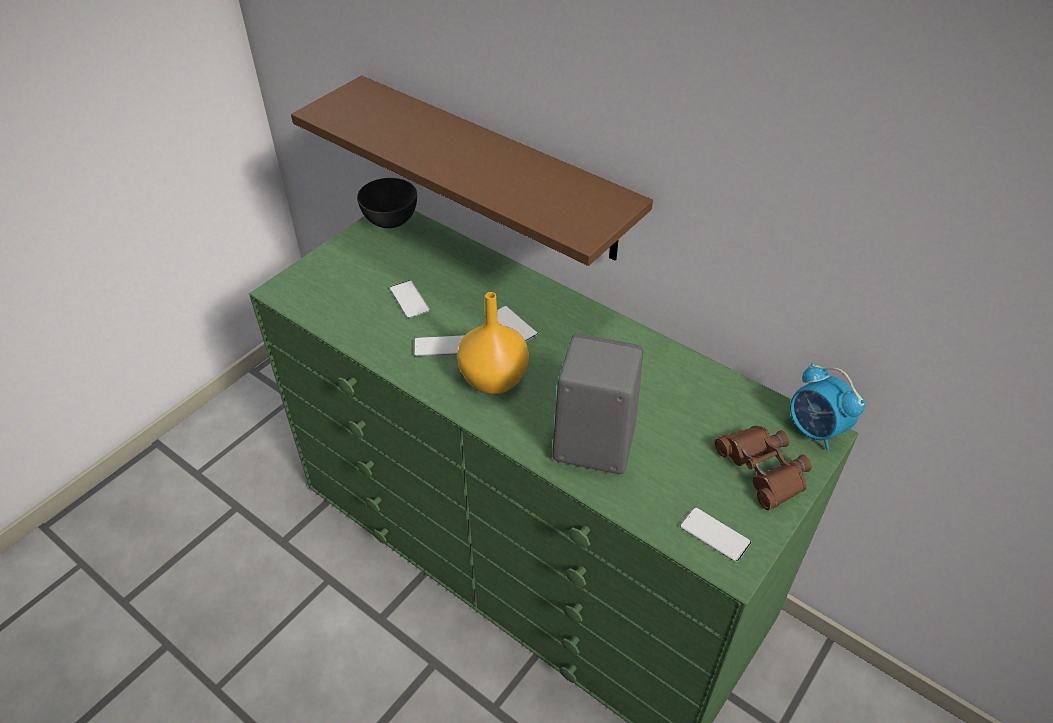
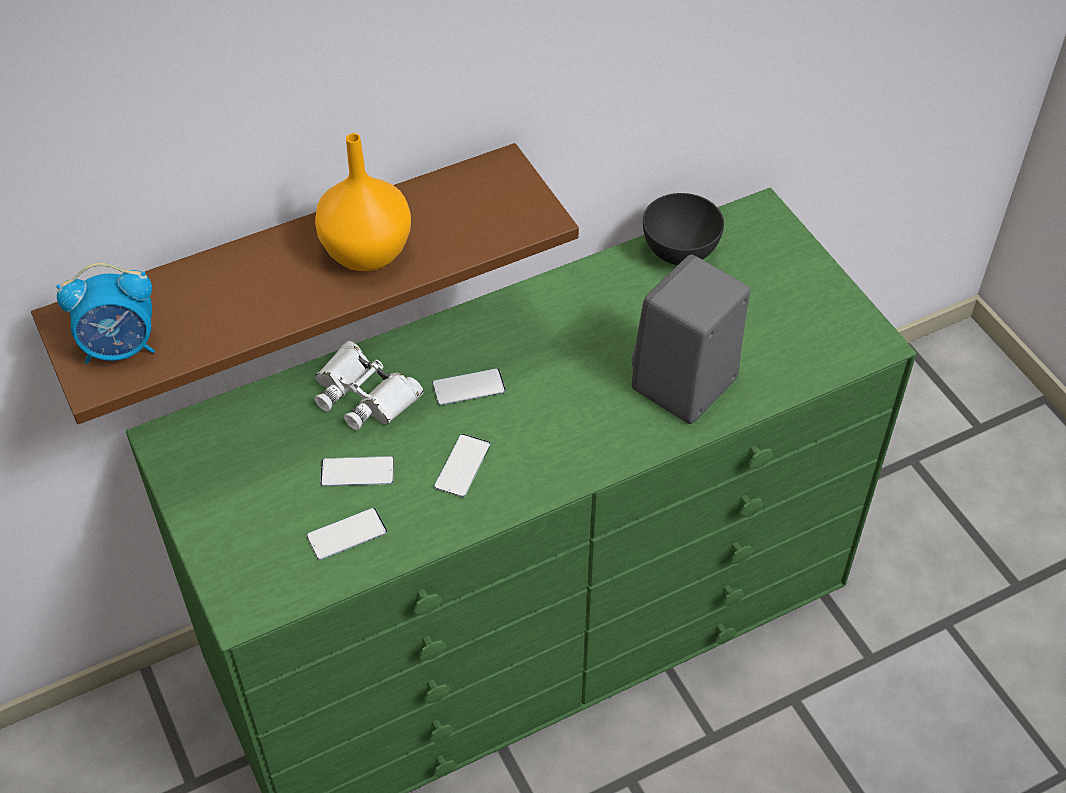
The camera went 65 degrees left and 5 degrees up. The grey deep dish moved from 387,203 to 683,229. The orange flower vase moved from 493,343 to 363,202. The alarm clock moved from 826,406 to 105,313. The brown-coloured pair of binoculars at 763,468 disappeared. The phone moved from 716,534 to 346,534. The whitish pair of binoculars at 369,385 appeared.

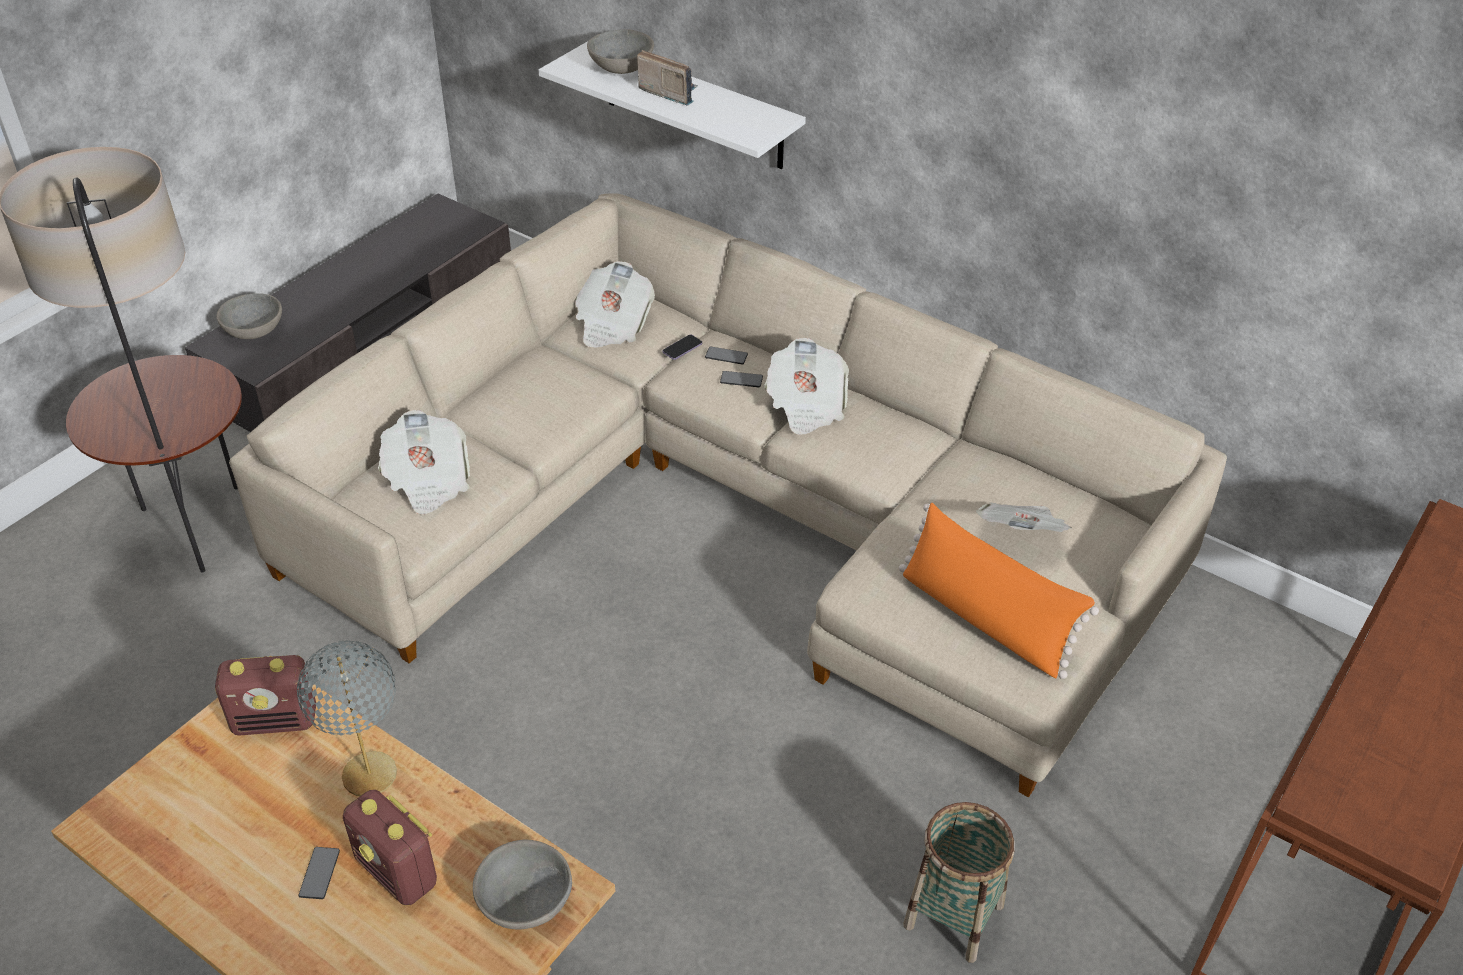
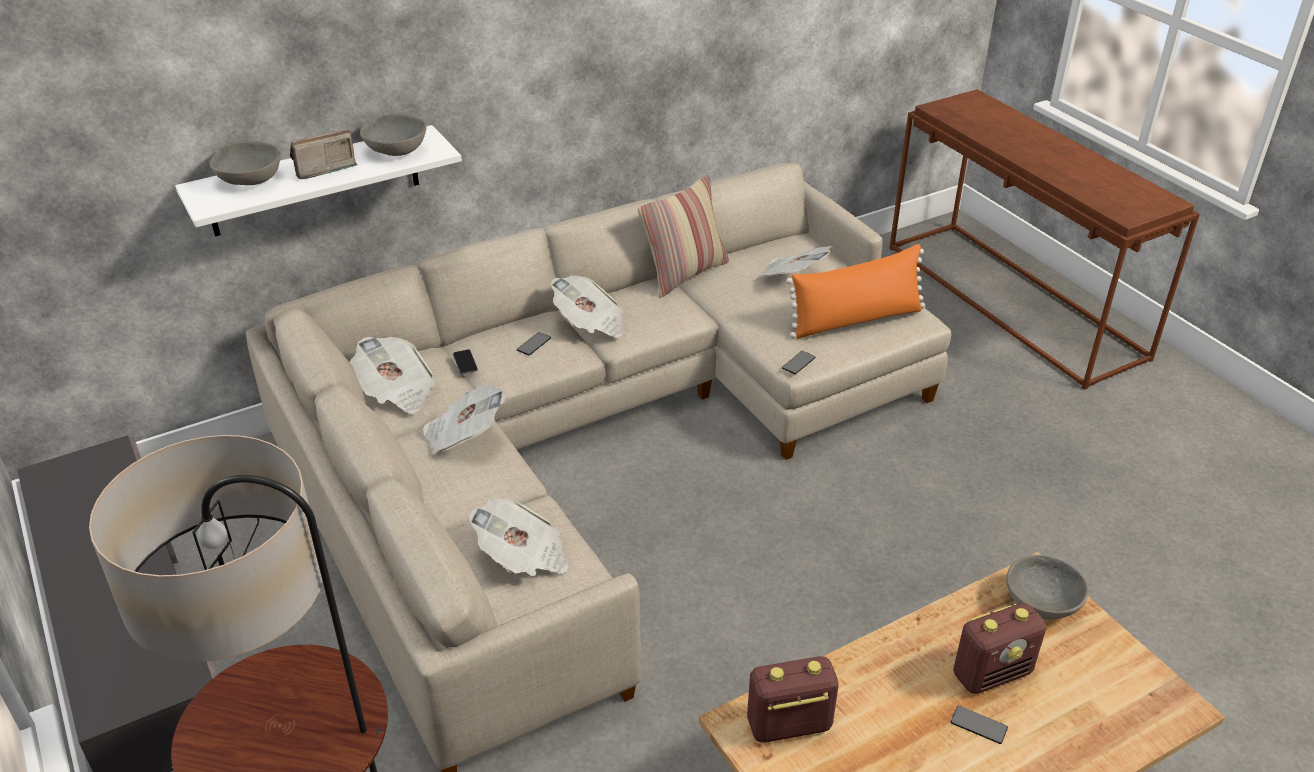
The camera went 65 degrees left and 5 degrees down. The grey deep dish moved from 249,316 to 393,135. The phone moved from 726,355 to 798,362. The grey lamp for a table at 347,718 disappeared. The radio at 265,695 turned 120 degrees counterclockwise. The basket at 958,882 disappeared. The throw pillow at 683,236 appeared. The daily paper at 464,418 appeared.

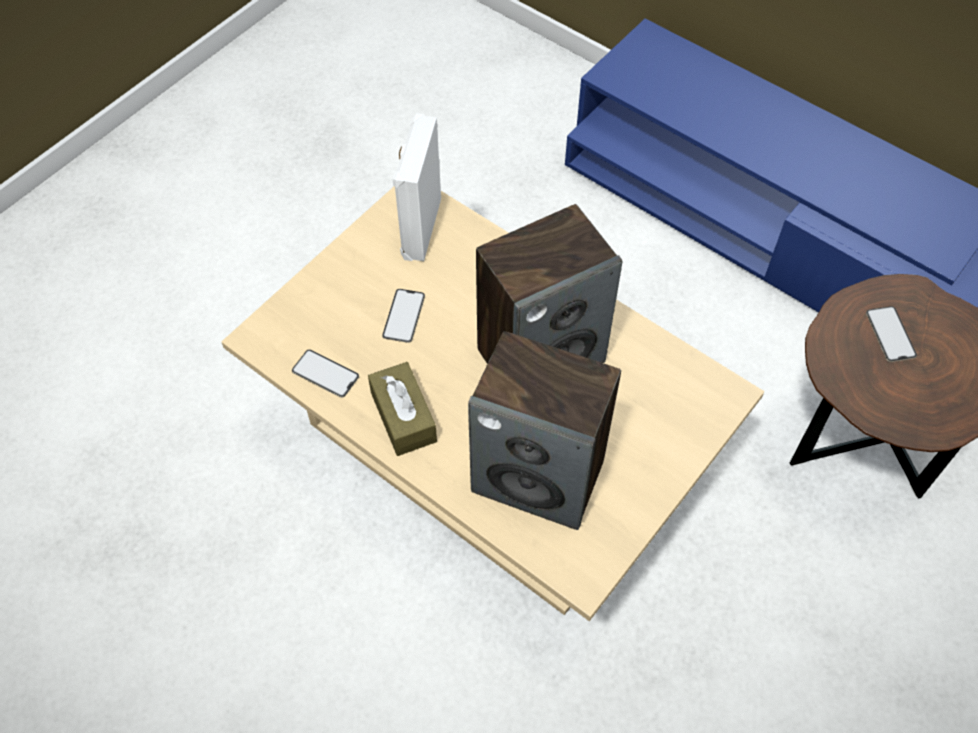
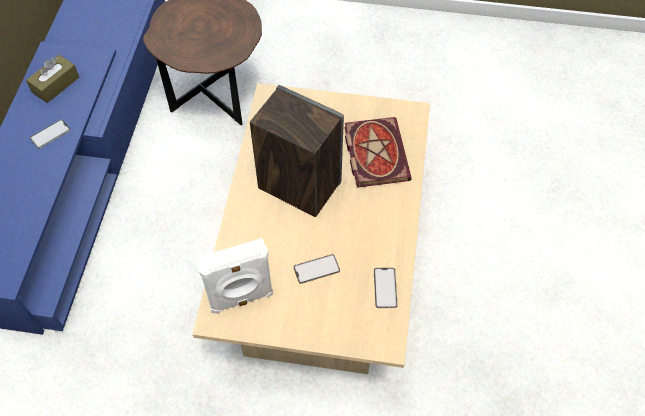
The camera went 120 degrees left and 0 degrees up. The phone moved from 891,334 to 50,134. The audio speaker at 544,430 was replaced by the bound book at 378,152. The brown-coloured tissue box moved from 402,409 to 52,79.

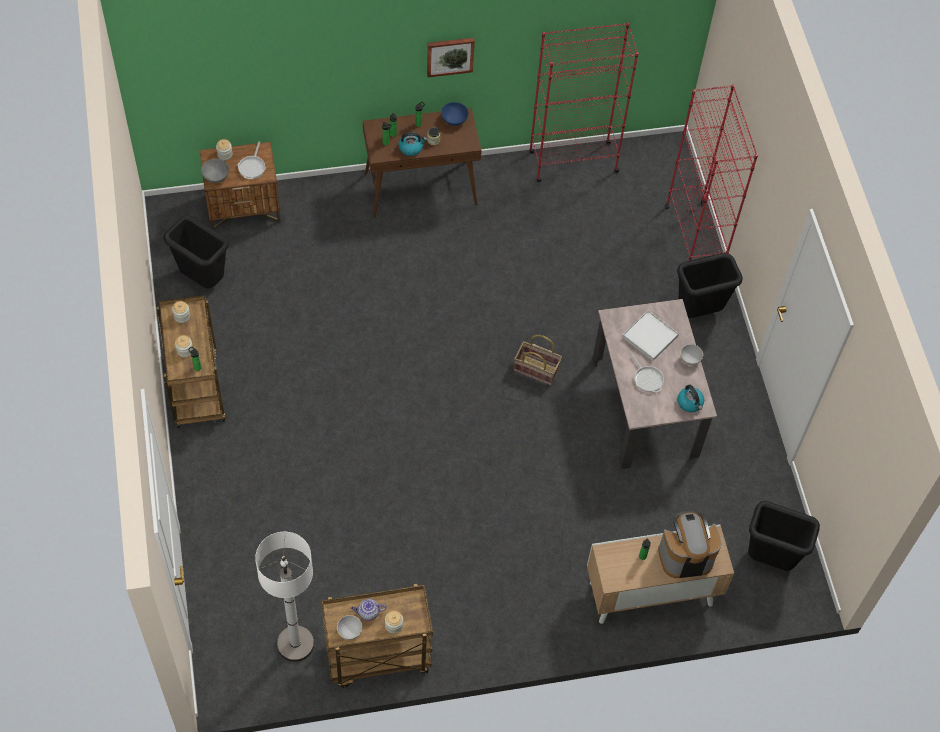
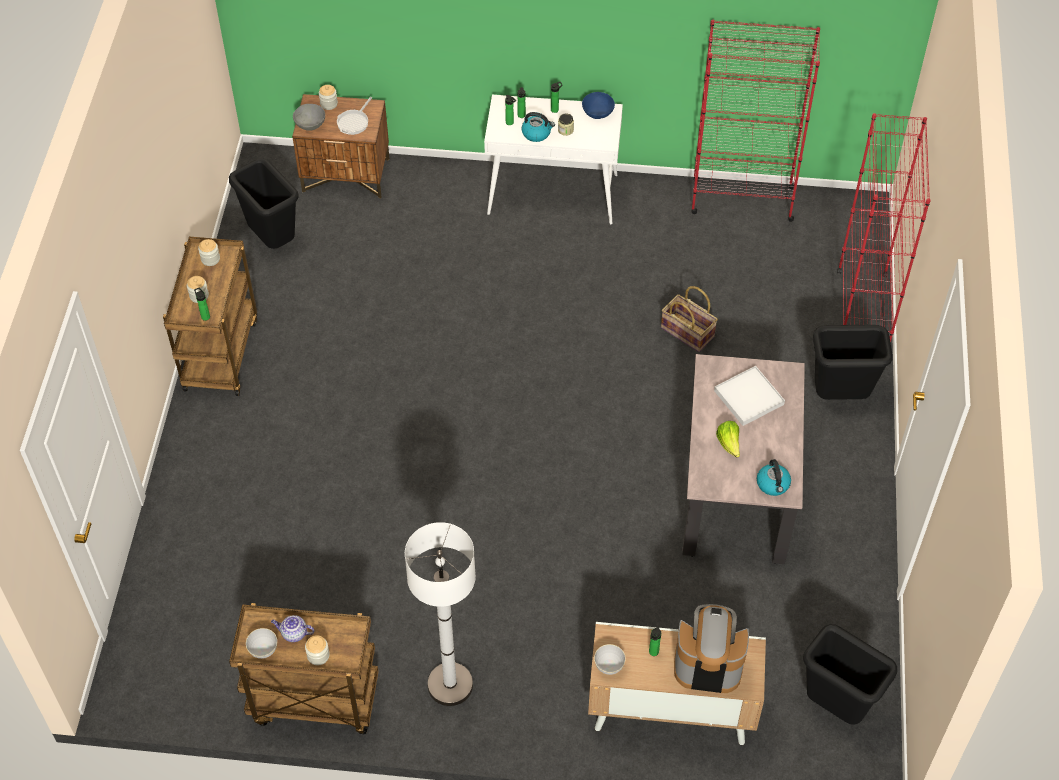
The camera went 20 degrees right and 5 degrees down. The wall picture at 451,57 disappeared. The brown-coloured console table at 422,163 became the whitish console table at 553,159. The basket moved from 538,360 to 689,319. The grey deep dish moved from 692,355 to 610,659. The pan at 646,372 was replaced by the lettuce head at 728,439. The whitish floor lamp moved from 284,597 to 440,614.

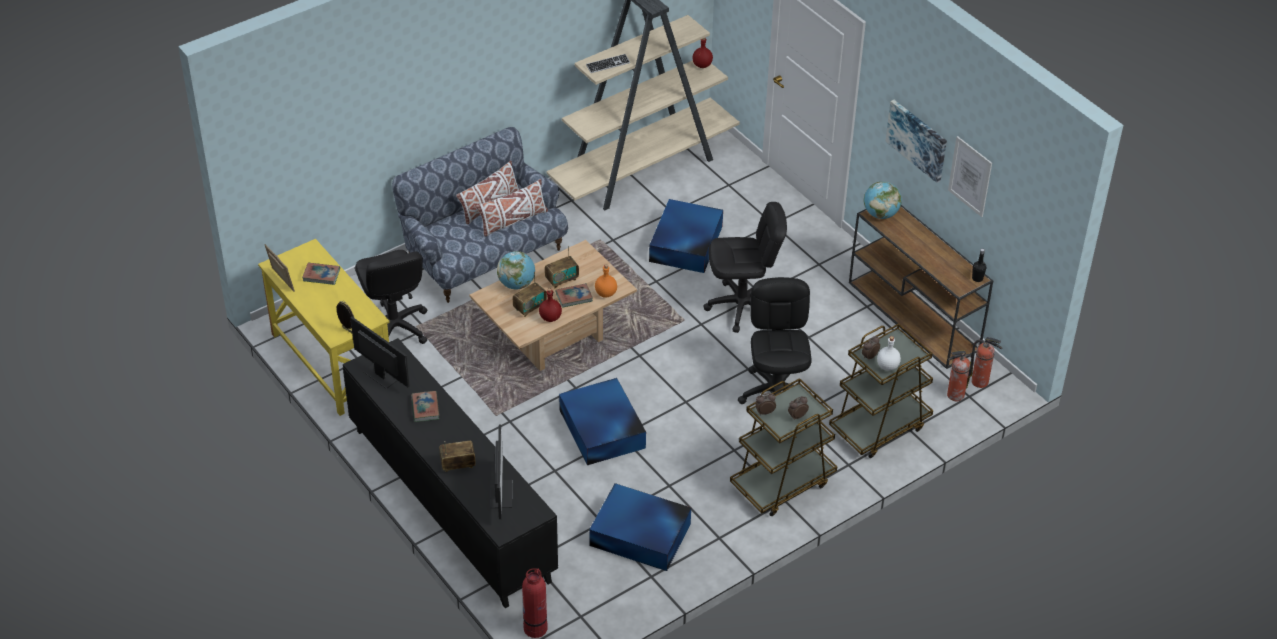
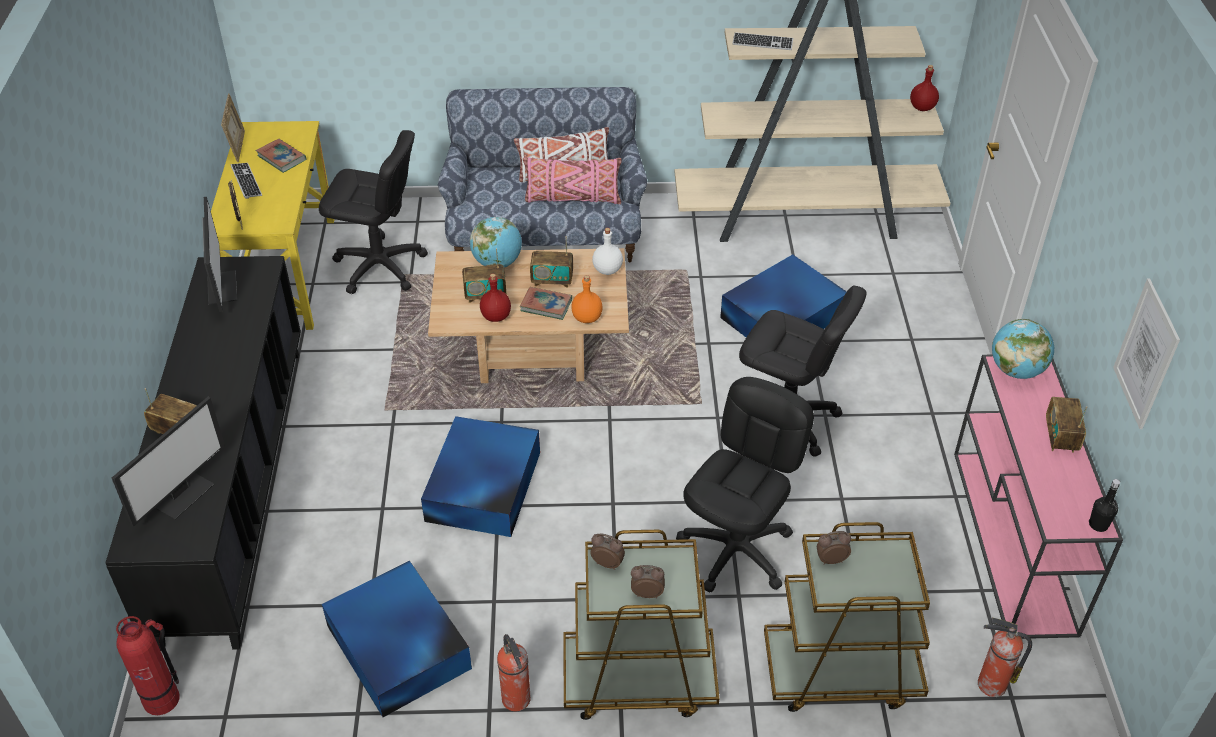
The camera went 35 degrees right and 0 degrees up. The wall picture at 916,141 disappeared. The whitish throw pillow at 512,207 became the pink throw pillow at 572,180. The brown-coloured console table at 921,287 became the pink console table at 1038,497. The black desk chair at 391,297 turned 90 degrees counterclockwise. The whitish drink bottle moved from 889,353 to 607,251. The fire-fighting cylinder moved from 986,362 to 514,672. The bound book at 425,406 disappeared. The PC keyboard at 246,181 appeared. The radio at 1066,425 appeared.

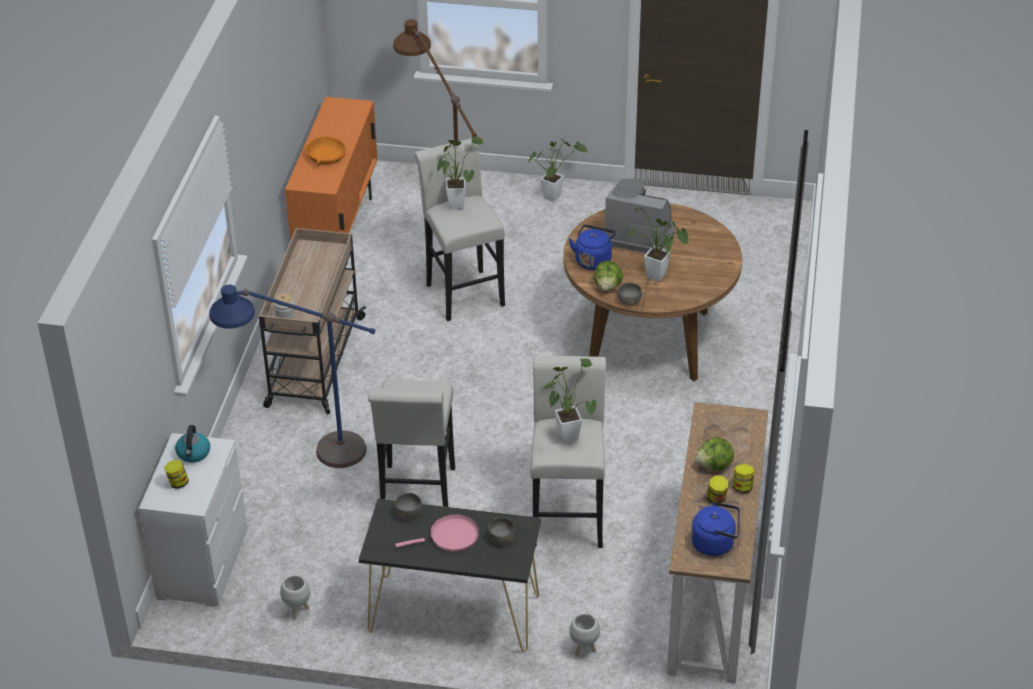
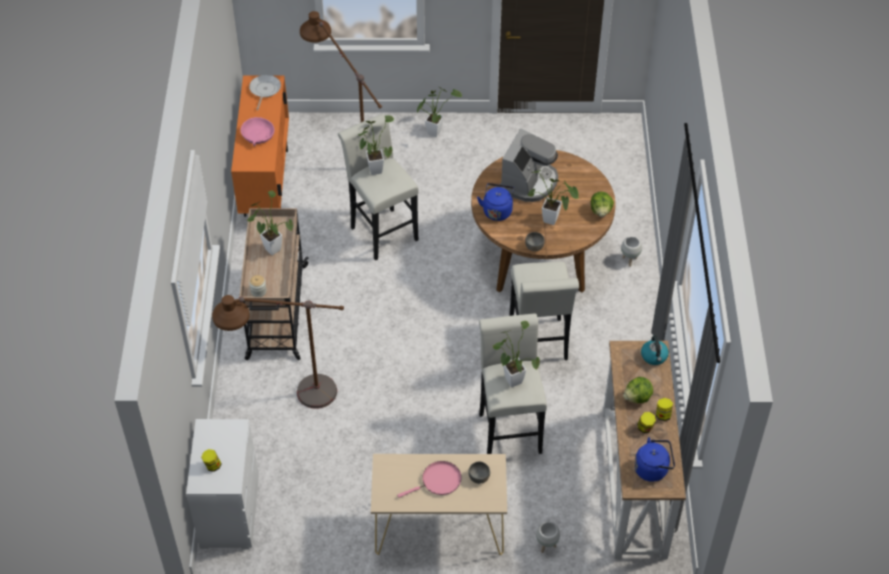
The camera went 10 degrees left and 10 degrees up. The orange deep dish at 326,151 became the pink deep dish at 258,131. The coffee brewer at 640,215 turned 105 degrees clockwise. The lettuce head moved from 608,276 to 602,204. The bluish floor lamp at 292,376 became the brown-coloured floor lamp at 278,352. The whitish stool moved from 411,443 to 544,311. The tea kettle moved from 192,444 to 655,350. The grey deep dish at 408,506 disappeared. The black console table at 450,575 became the beige-coloured console table at 439,504. The whitish planter moved from 295,597 to 631,251. The pan at 265,92 appeared. The potted plant at 270,222 appeared.

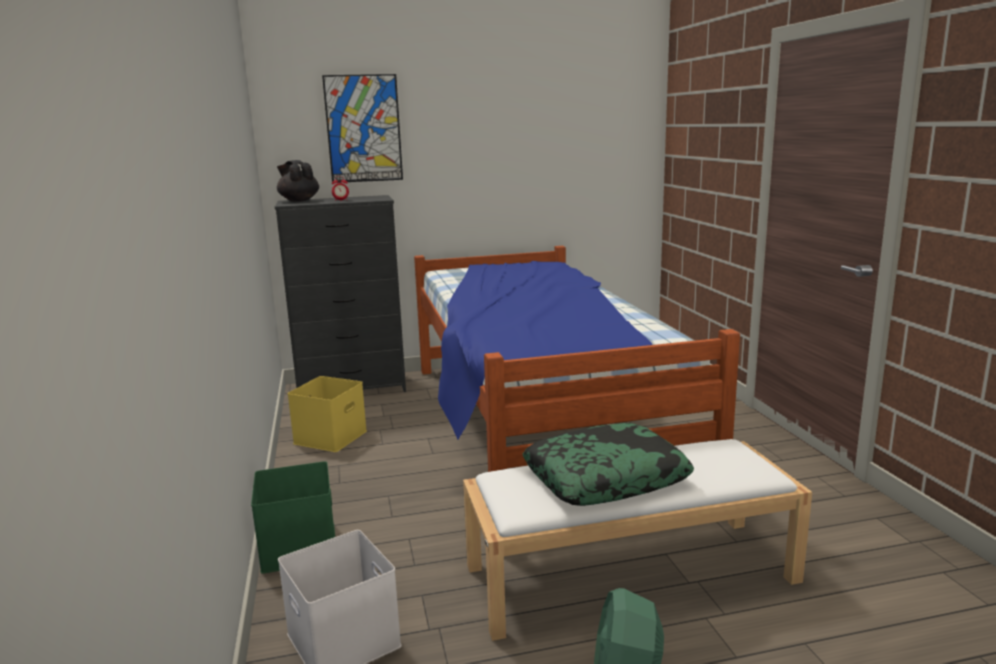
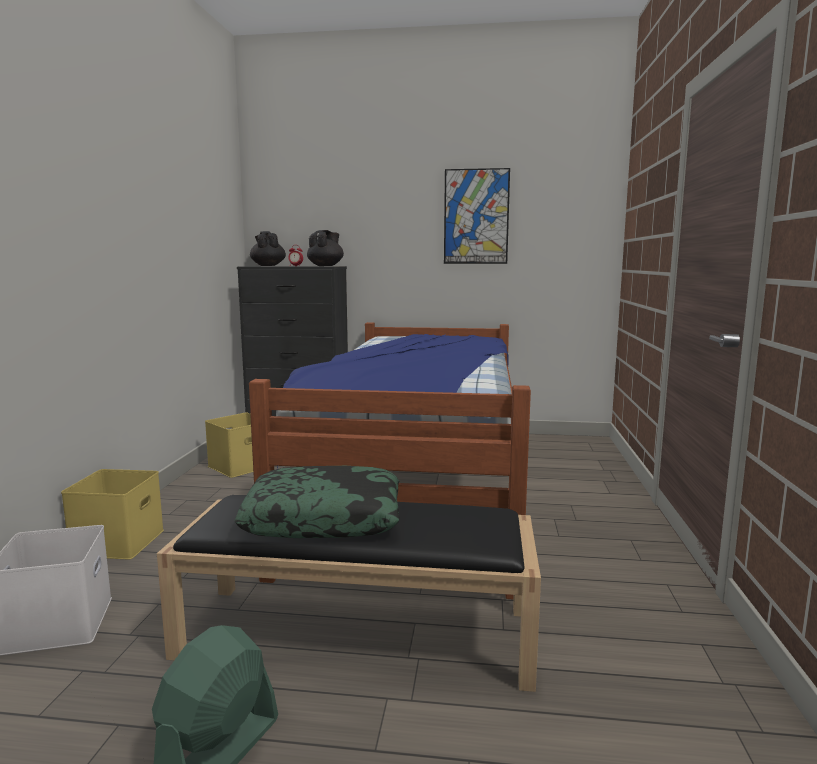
The camera went 20 degrees right and 5 degrees down. The wall picture moved from 362,128 to 477,216. The whitish long seat at 637,540 became the black long seat at 349,593. The green-coloured storage container at 293,517 became the yellow storage container at 112,514. The black pot for tea at 325,248 appeared.

